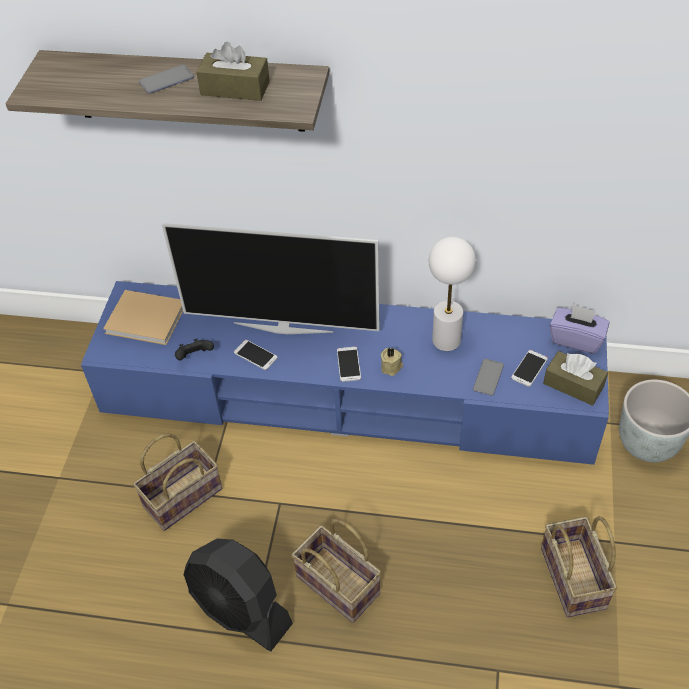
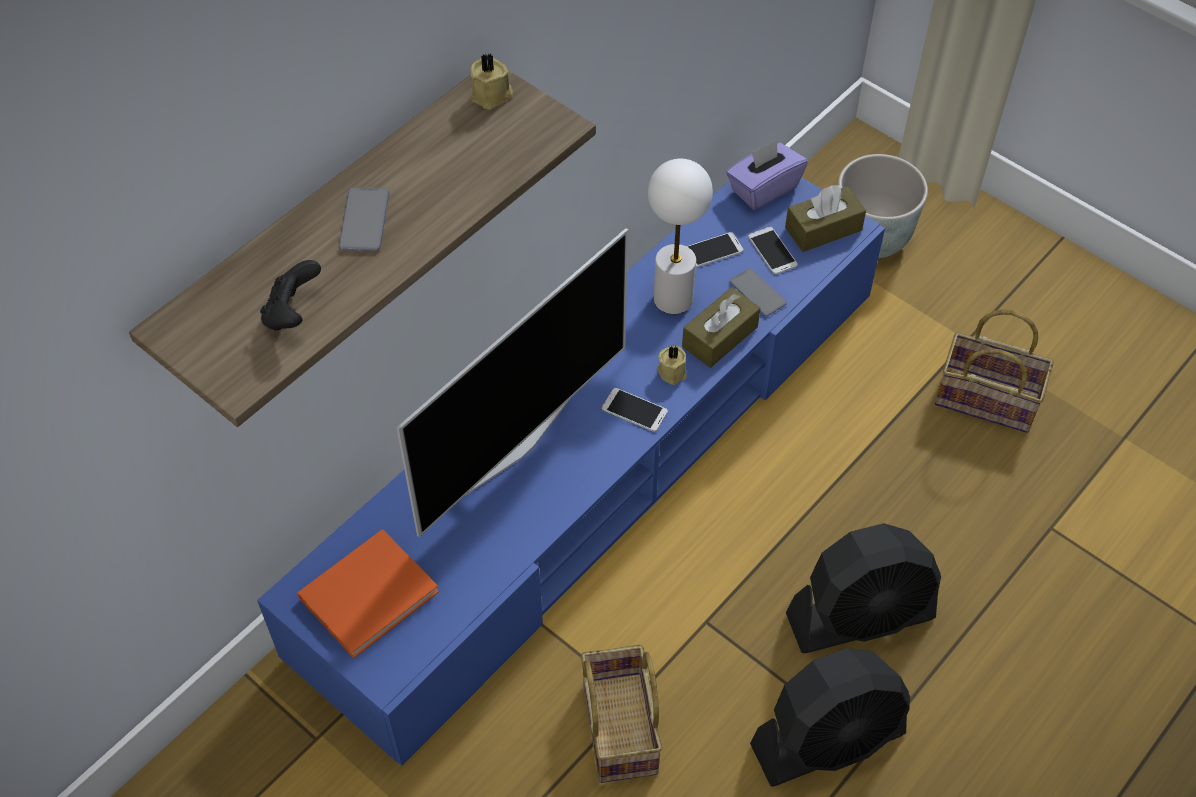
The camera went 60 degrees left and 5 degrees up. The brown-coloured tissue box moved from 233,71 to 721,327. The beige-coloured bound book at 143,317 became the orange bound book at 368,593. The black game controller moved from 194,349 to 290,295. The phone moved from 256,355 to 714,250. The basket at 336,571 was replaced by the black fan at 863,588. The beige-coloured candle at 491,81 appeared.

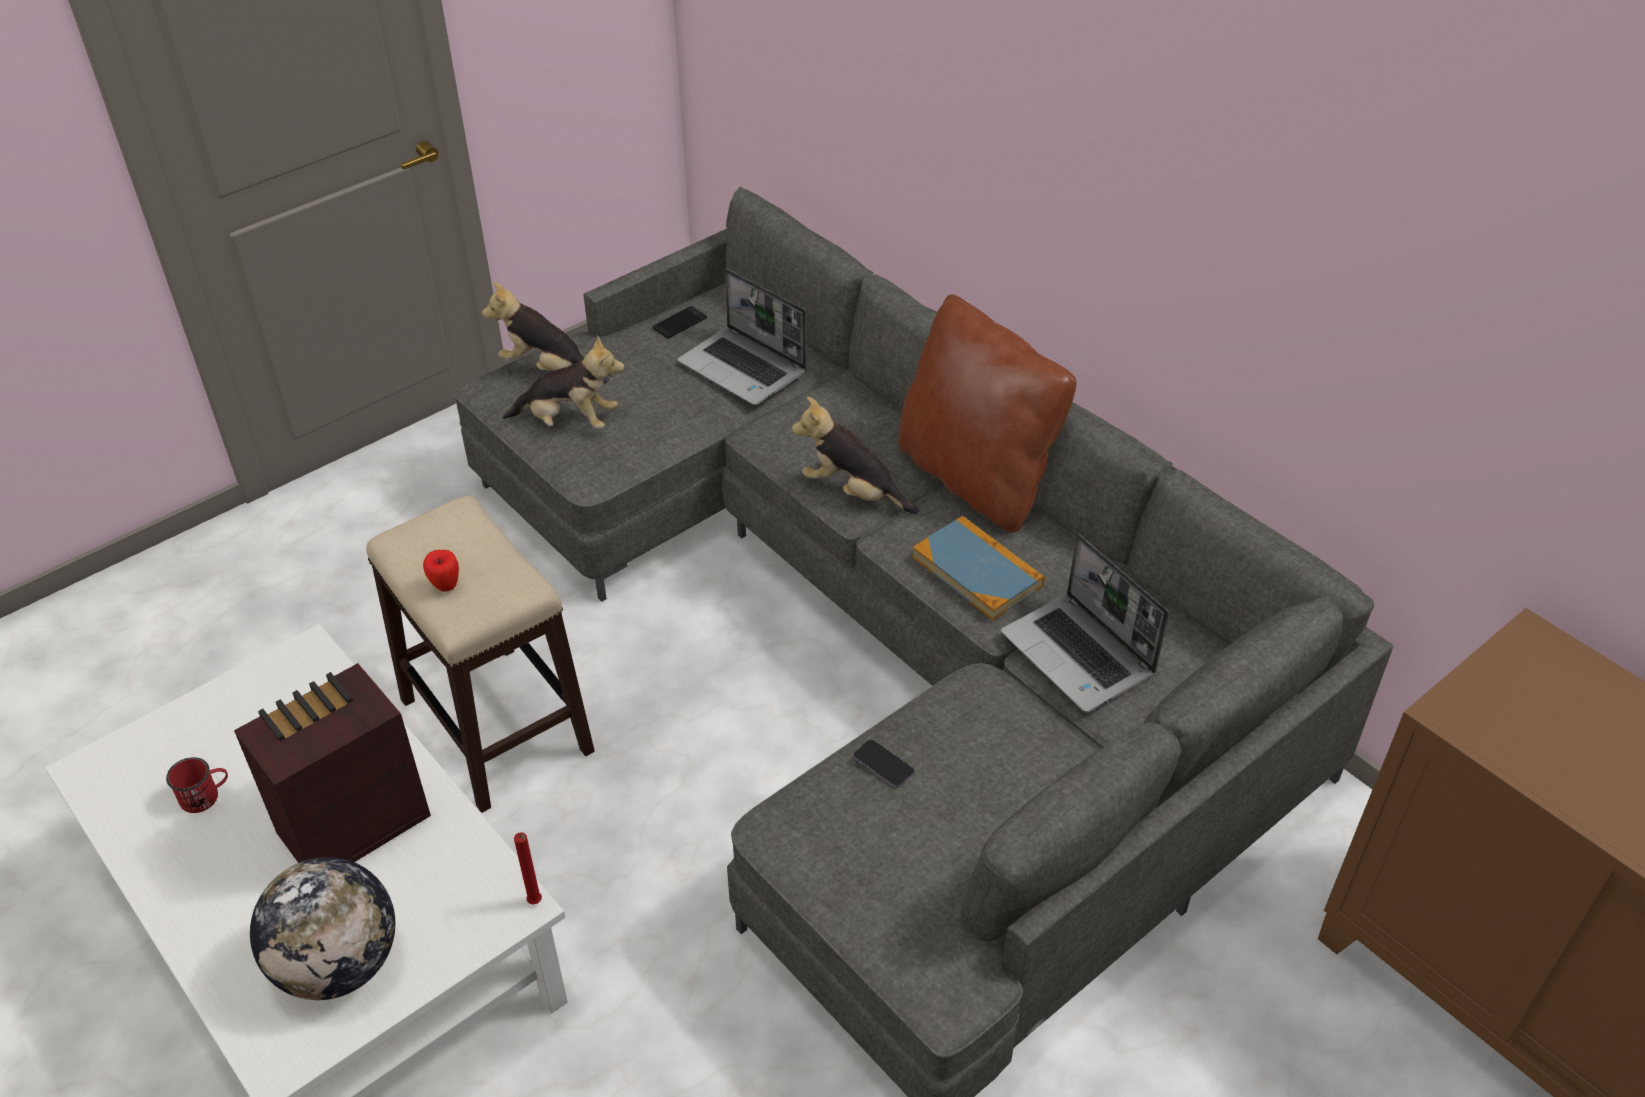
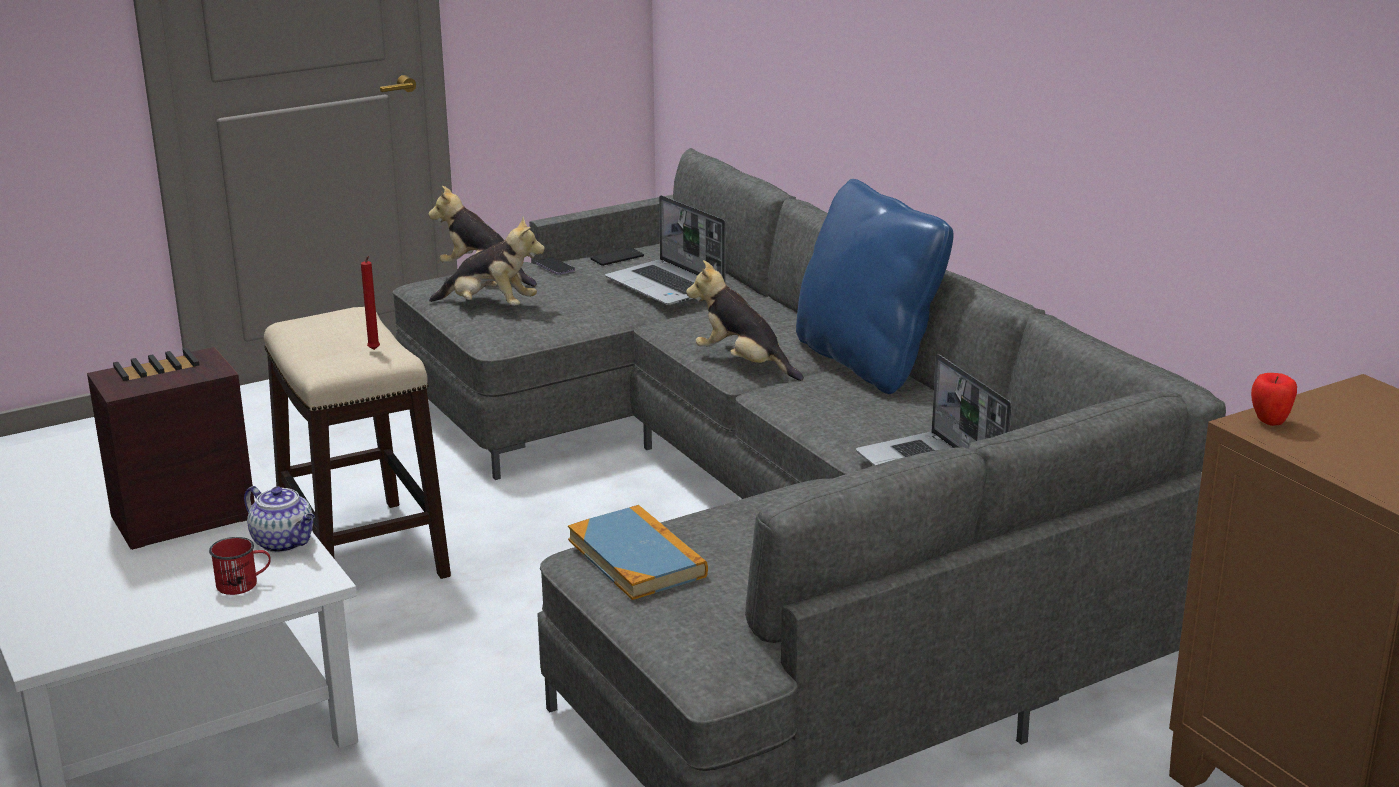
The camera went 10 degrees right and 20 degrees down. The brown-coloured throw pillow at 987,413 became the bluish throw pillow at 875,286. The bound book moved from 978,568 to 638,552. The whole apple moved from 441,571 to 1274,399. The phone moved from 883,764 to 555,266. The reddish mug moved from 197,785 to 240,566. The reddish candle moved from 528,868 to 370,303. The world globe at 322,928 disappeared. The pot for tea at 279,519 appeared.

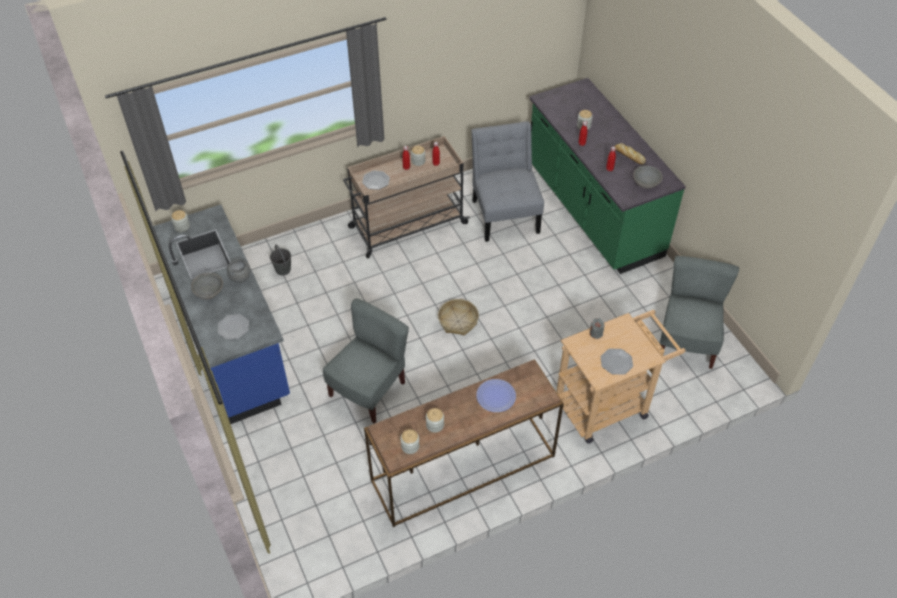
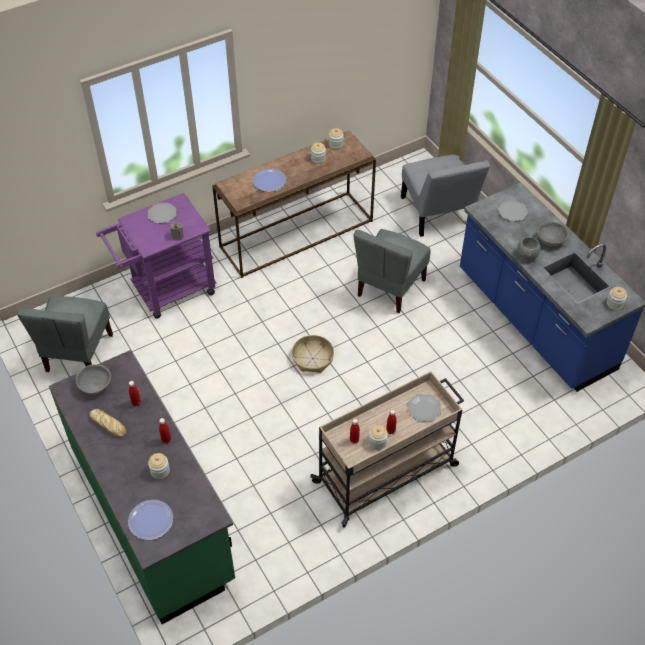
The camera went 175 degrees right and 0 degrees up. The grey plain chair moved from 507,181 to 445,196. The grey pail at 280,260 disappeared. The beige-coloured trolley at 621,377 became the purplish trolley at 156,256. The plate at 150,520 appeared.

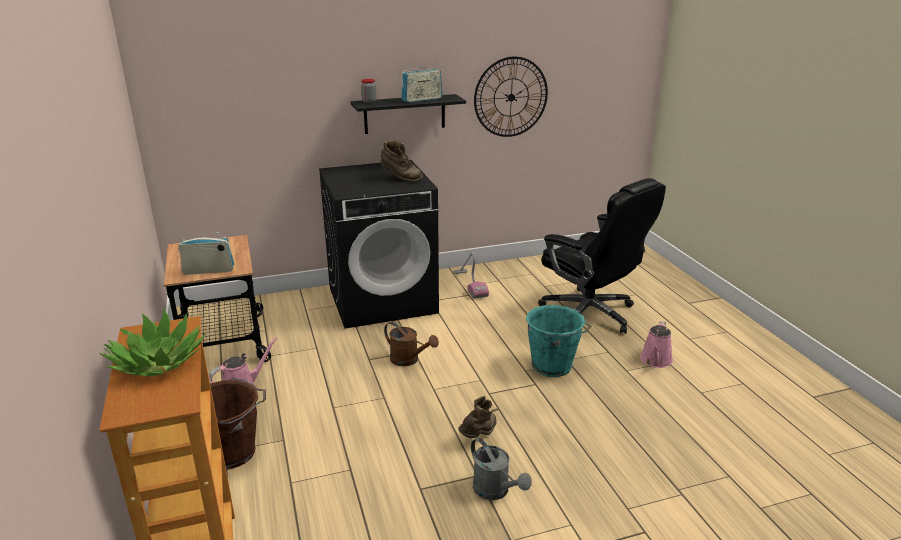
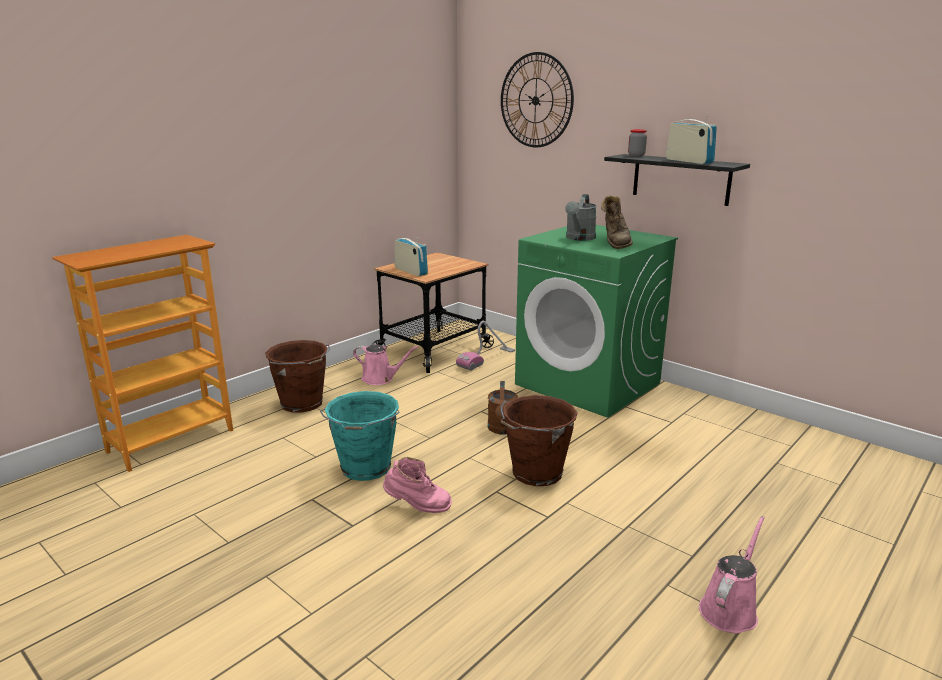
The camera went 60 degrees right and 5 degrees down. The wall clock moved from 511,97 to 537,99. The radio at 422,84 turned 150 degrees counterclockwise. The black laundry appliance at 379,244 became the green-coloured laundry appliance at 596,321. The black desk chair at 602,256 disappeared. The vacuum moved from 471,275 to 485,346. The turquoise pail moved from 558,341 to 360,436. The potted plant at 152,342 disappeared. The pink sprinkling can at 656,344 turned 135 degrees clockwise. The brown-coloured high-top boot at 478,417 became the pink high-top boot at 417,485. The grey sprinkling can moved from 501,469 to 581,217. The brown-coloured pail at 538,440 appeared.

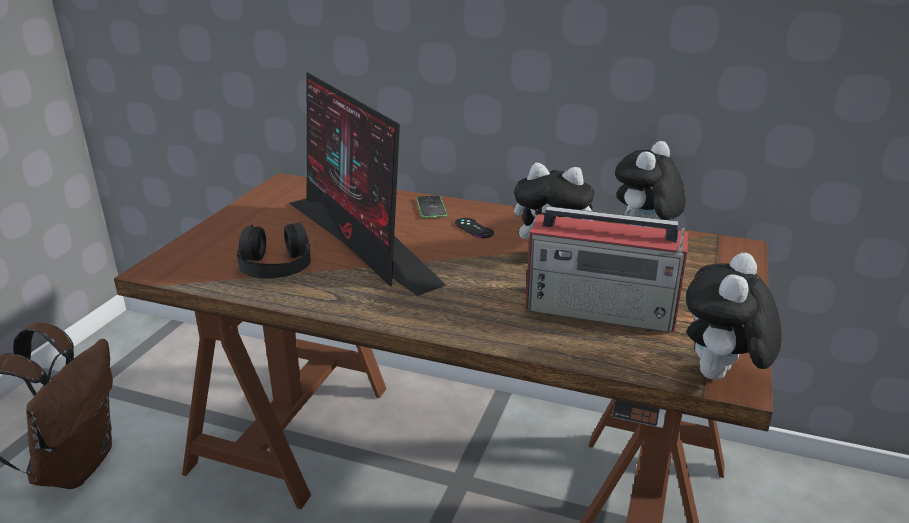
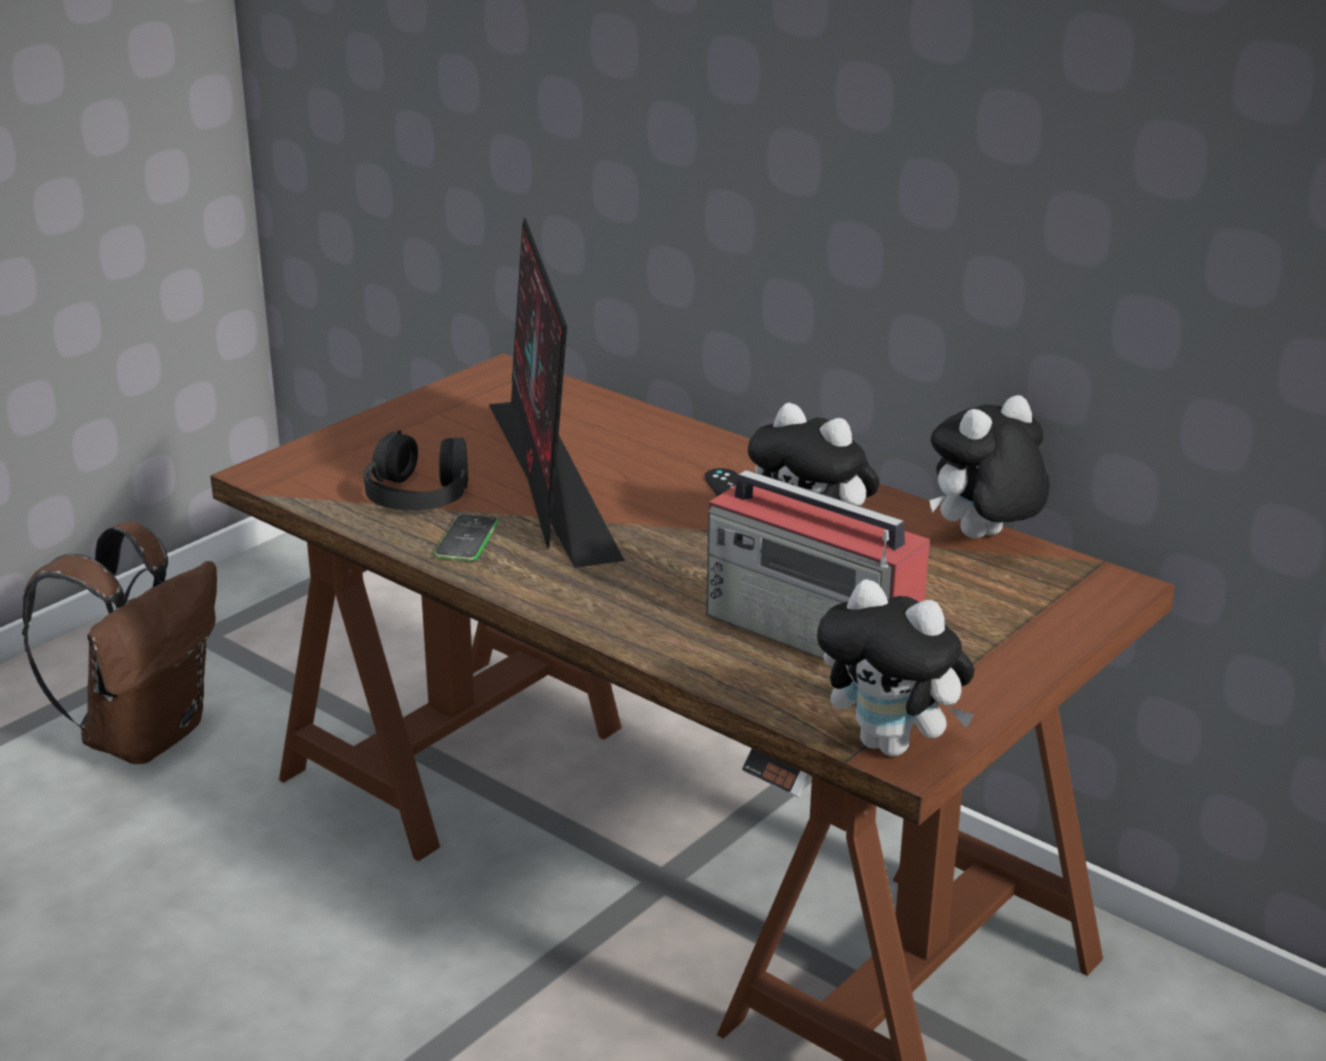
The camera went 20 degrees right and 0 degrees up. The phone moved from 431,207 to 466,537. The plush toy at 734,316 turned 105 degrees counterclockwise.

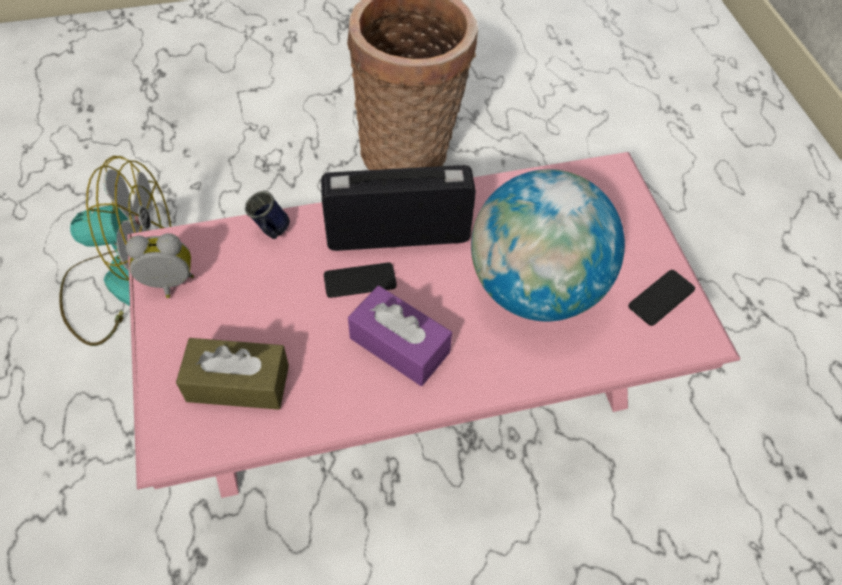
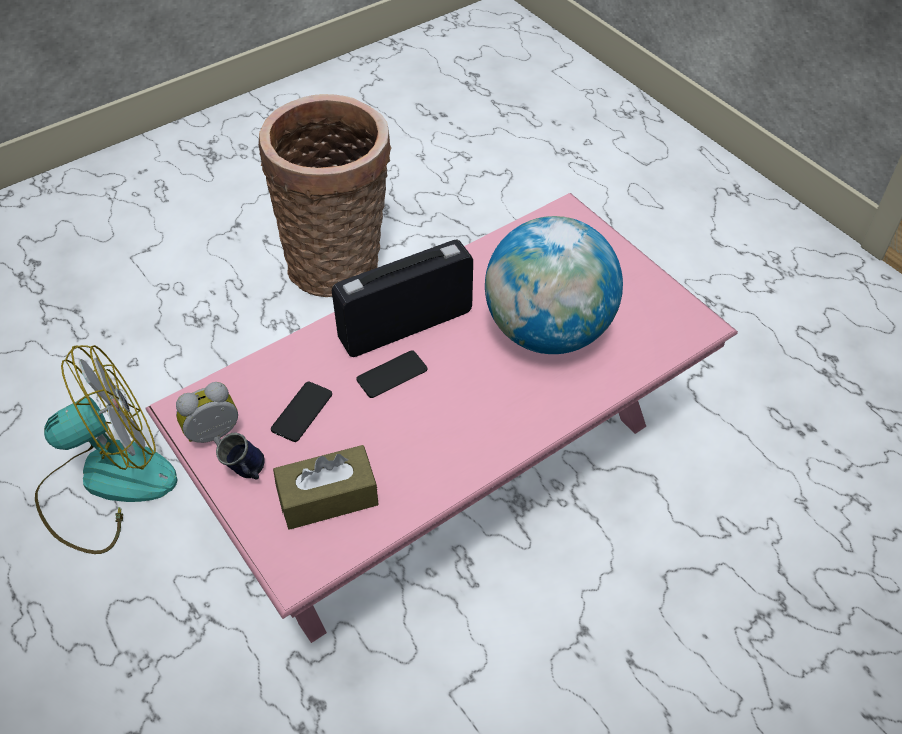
The camera went 20 degrees left and 5 degrees down. The bluish mug moved from 267,215 to 240,455. The phone moved from 661,298 to 301,411. The purplish tissue box at 400,336 disappeared.

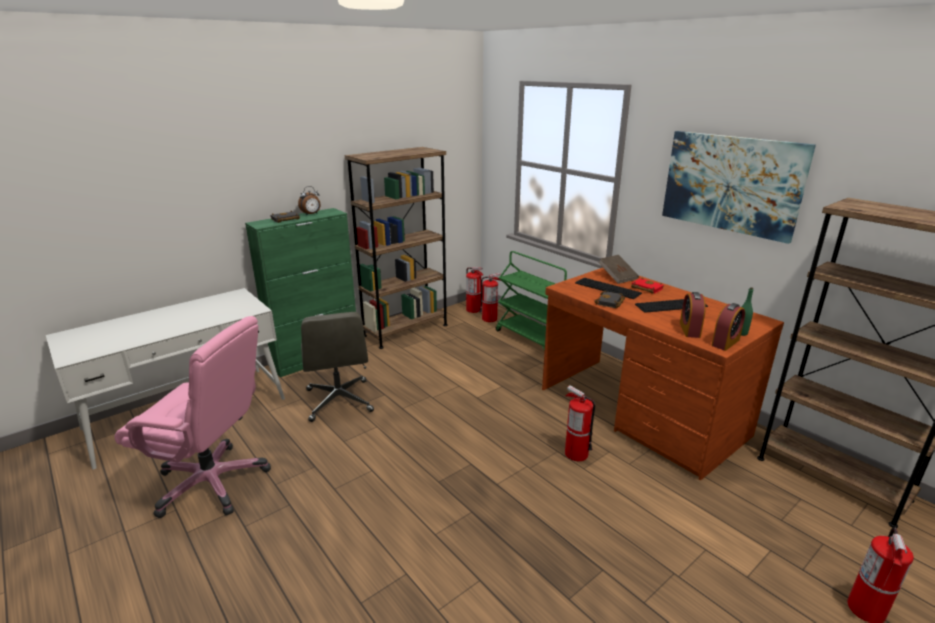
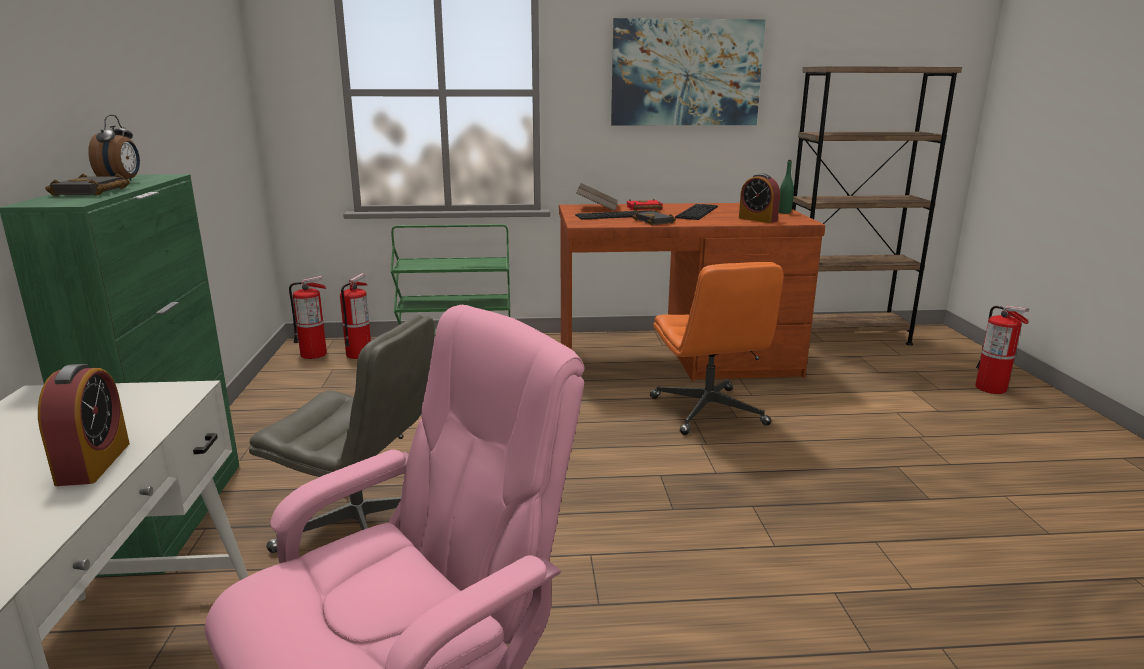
The camera went 55 degrees left and 5 degrees down. The brown-coloured shelving unit at 396,248 disappeared. The alarm clock moved from 728,327 to 84,425. The fire-fighting cylinder at 580,423 was replaced by the orange desk chair at 716,348.

